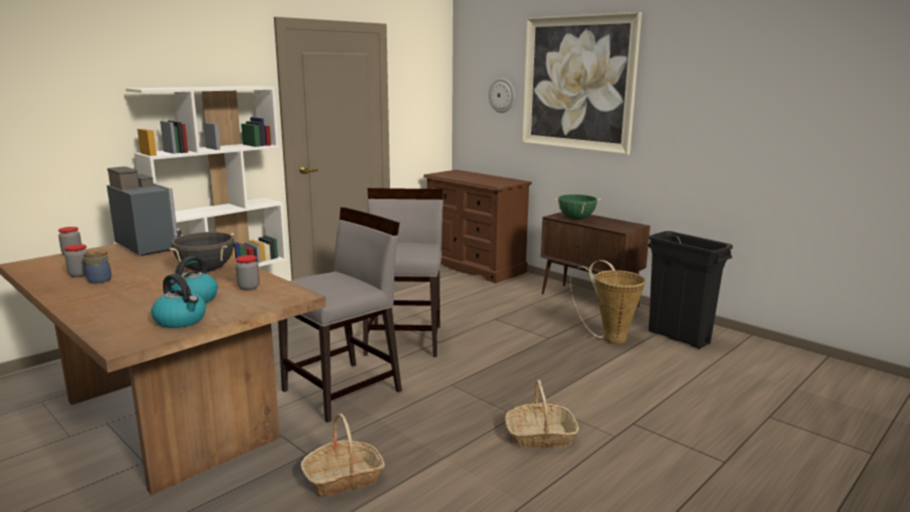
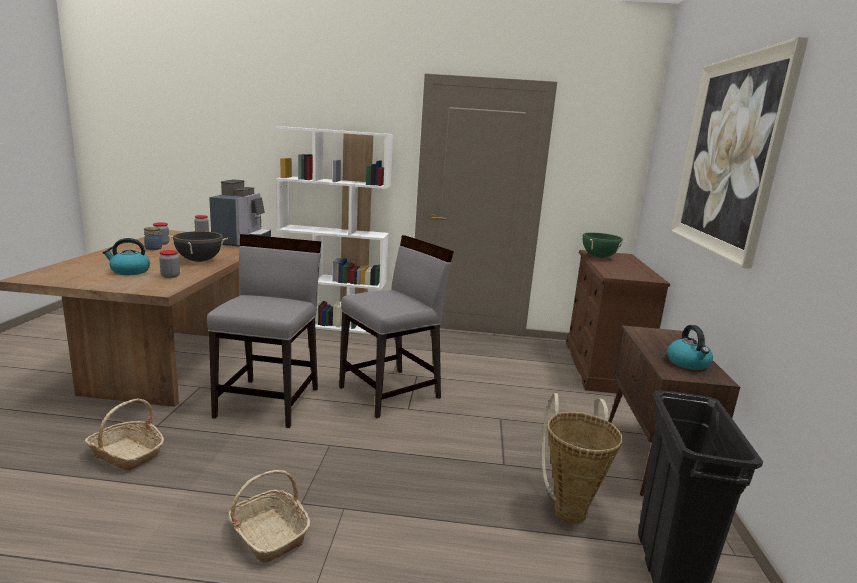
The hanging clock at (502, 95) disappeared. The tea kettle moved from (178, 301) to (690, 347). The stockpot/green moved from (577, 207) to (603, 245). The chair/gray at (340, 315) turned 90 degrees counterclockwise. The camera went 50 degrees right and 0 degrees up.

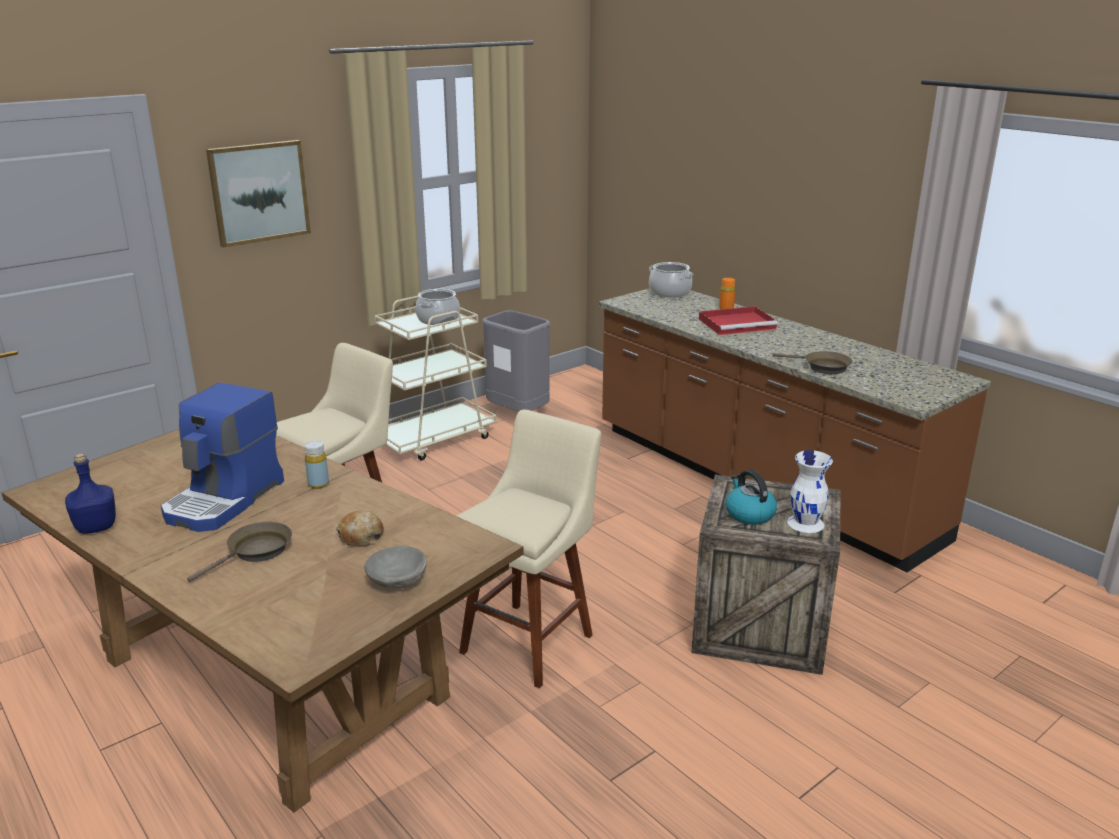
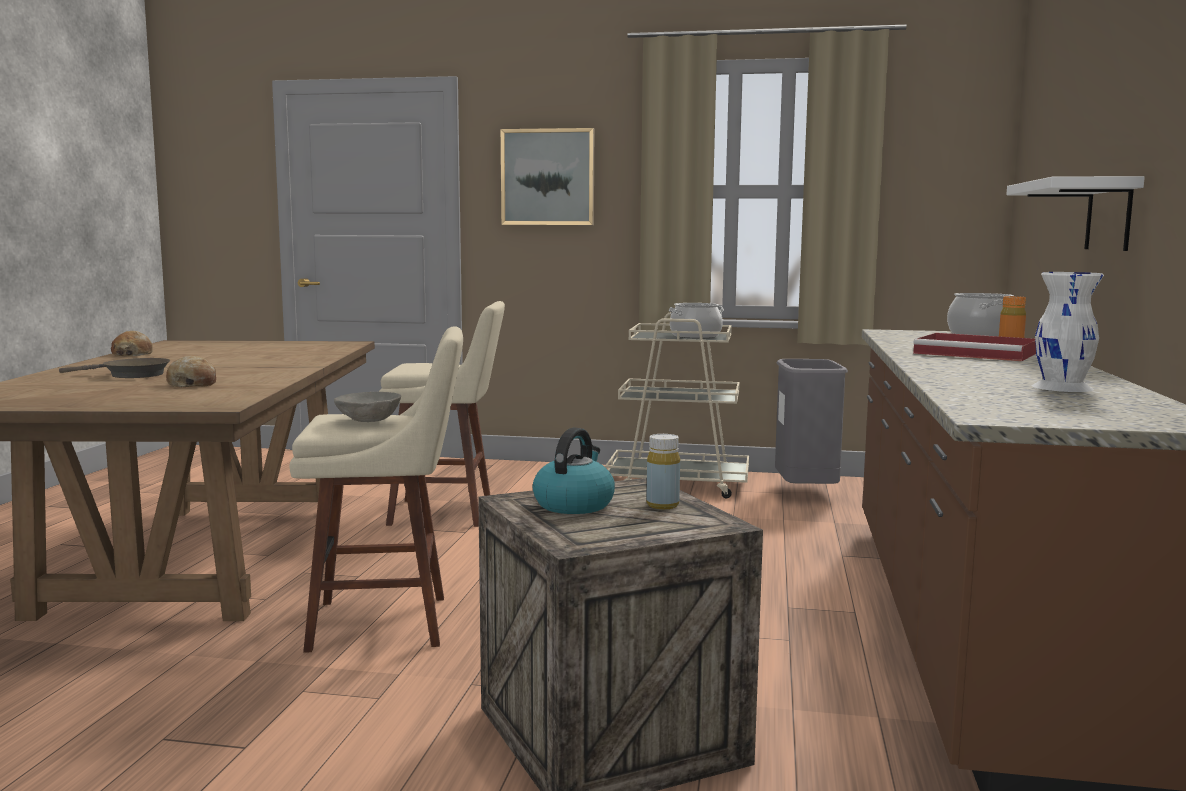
The coffee maker at (222, 457) disappeared. The pan/brownish at (812, 362) disappeared. The shelf/white at (1075, 213) appeared. The drink bottle/yellow moved from (317, 465) to (663, 471). The bowl/gray moved from (395, 567) to (367, 407). The decorative vase/white moved from (810, 491) to (1068, 332). The drink bottle/bluish at (90, 494) was replaced by the baked bread at (132, 343). The camera went 50 degrees right and 15 degrees down.

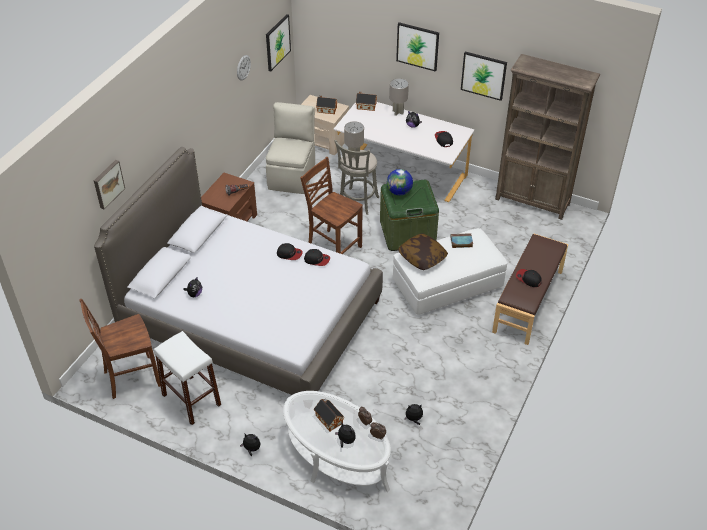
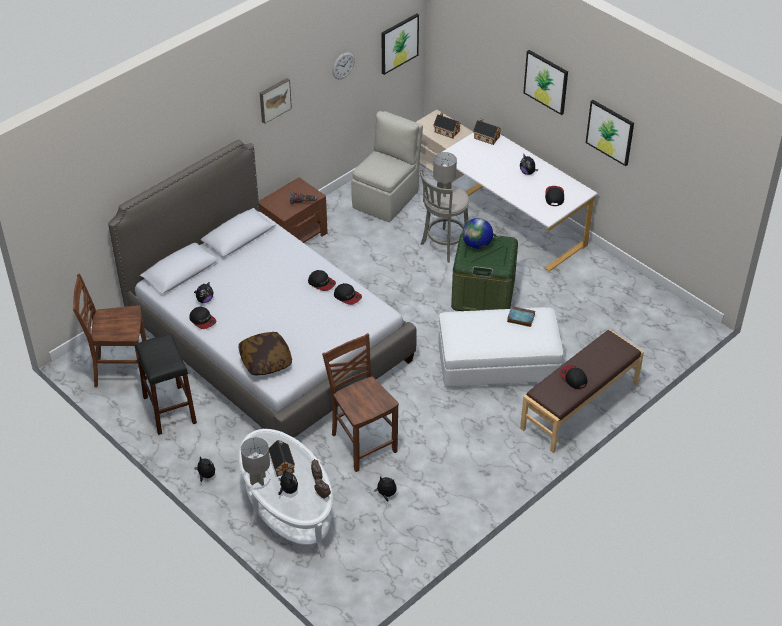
The bookshelf/brownish at (547, 137) disappeared. The peaked cap at (202, 318) appeared. The wall picture moved from (109, 184) to (276, 101). The chair/brownish moved from (331, 205) to (360, 402). The lamp for a table/gray moved from (399, 97) to (255, 461). The cushion moved from (423, 251) to (265, 353). The sitting stool/white at (187, 378) became the sitting stool/black at (166, 384). The camera went 20 degrees right and 0 degrees up.

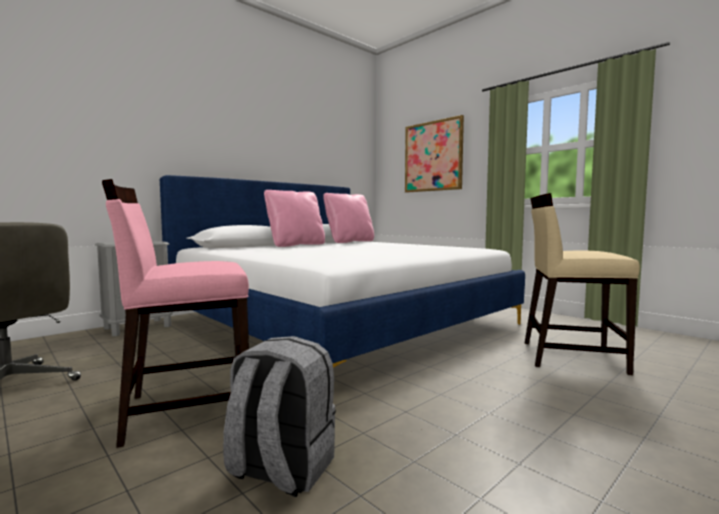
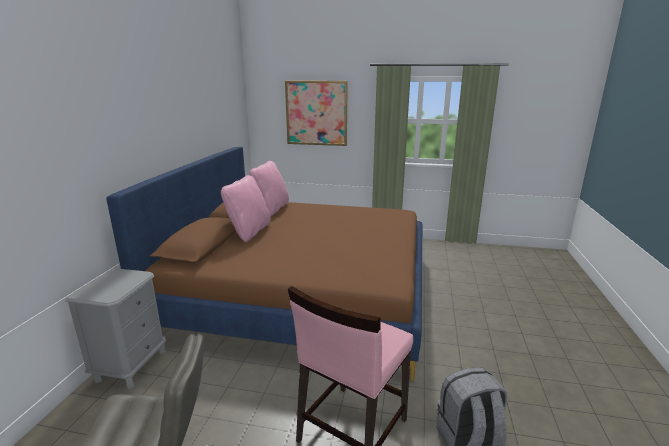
The chair/sand-coloured at (582, 284) disappeared. The bedroom bed/white at (342, 271) became the bedroom bed/brownish at (264, 264). The camera went 35 degrees left and 15 degrees up.

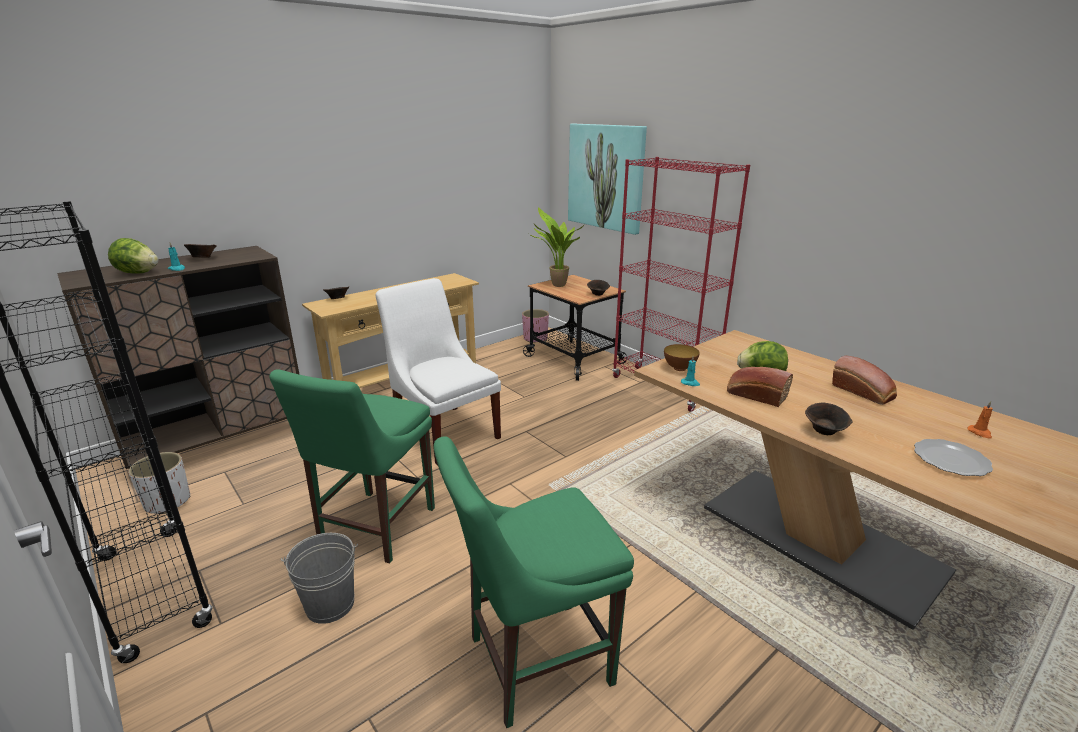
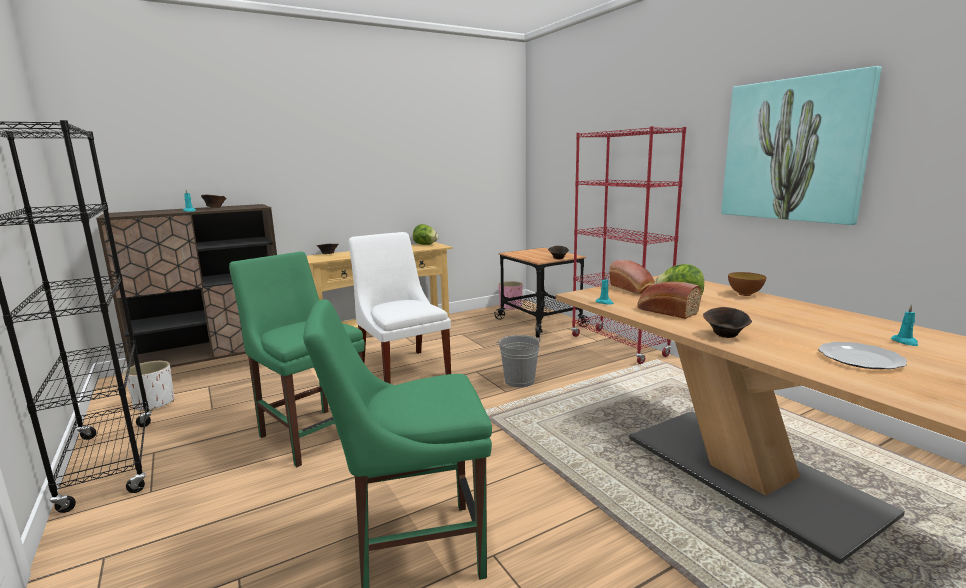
The potted plant at (557, 247) disappeared. The lettuce moved from (133, 255) to (426, 234). The bucket/gray moved from (319, 578) to (519, 361). The wall picture moved from (607, 179) to (801, 145). The bowl moved from (682, 357) to (747, 284). The baked bread moved from (864, 380) to (632, 277). The wax light/orange at (980, 420) became the wax light/blue-green at (904, 325). The chair/green at (352, 466) turned 105 degrees clockwise. The camera went 10 degrees right and 10 degrees down.

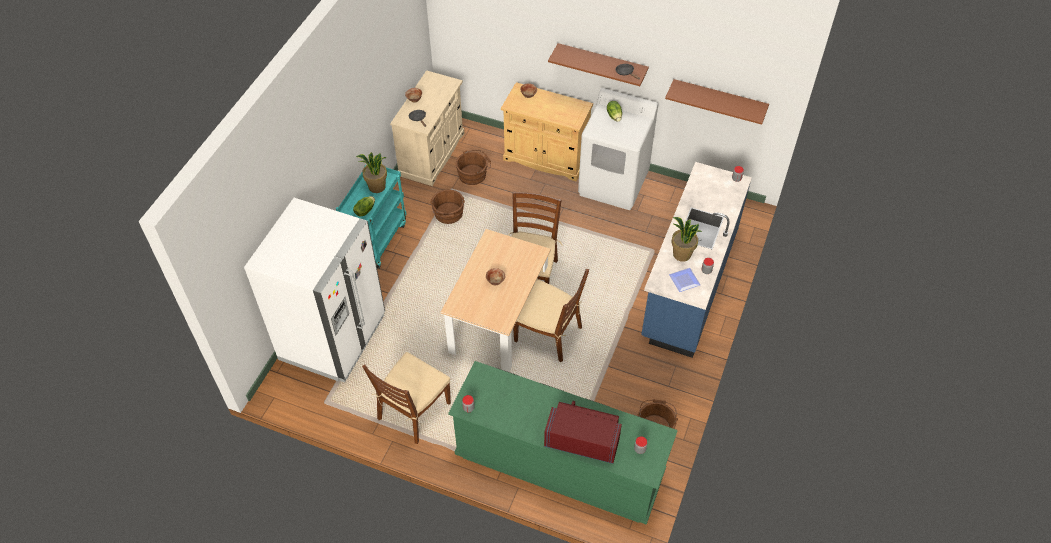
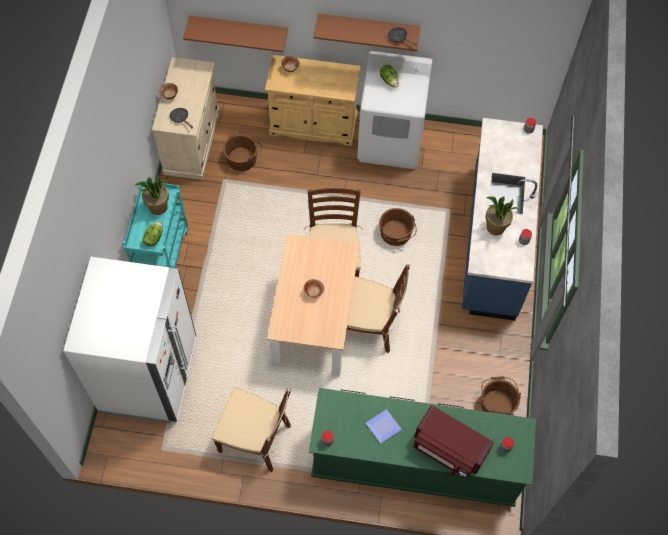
The bucket/brownish moved from (447, 206) to (398, 227). The shelf/brownish moved from (717, 102) to (235, 33). The flat dish moved from (684, 280) to (384, 426). The chair/brownish at (406, 398) turned 90 degrees counterclockwise. The microwave/red-coloured at (583, 432) turned 150 degrees counterclockwise. The camera went 15 degrees left and 10 degrees up.

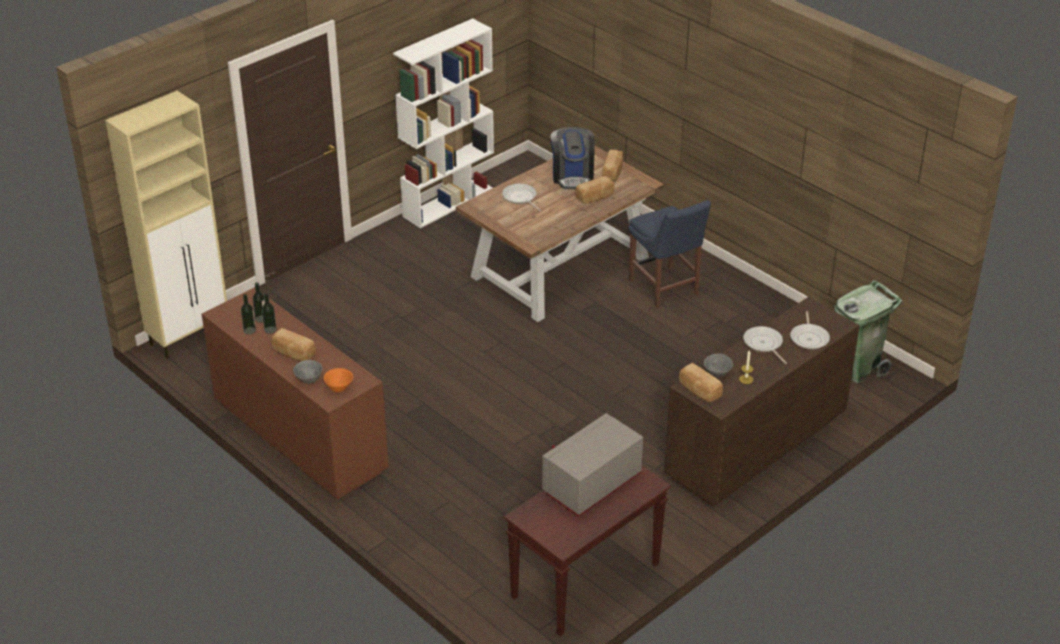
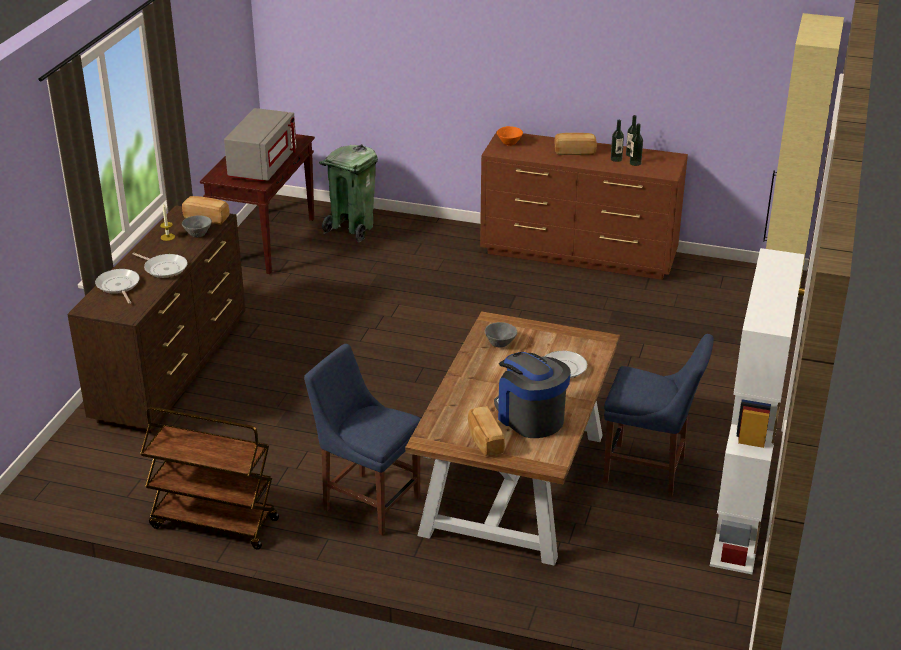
The baked bread at (595, 190) disappeared. The cart/brownish at (209, 478) appeared. The chair/bluish at (658, 415) appeared. The bowl/gray moved from (308, 372) to (501, 335). The rubbish bin/green moved from (868, 331) to (348, 193). The camera went 150 degrees right and 5 degrees down.

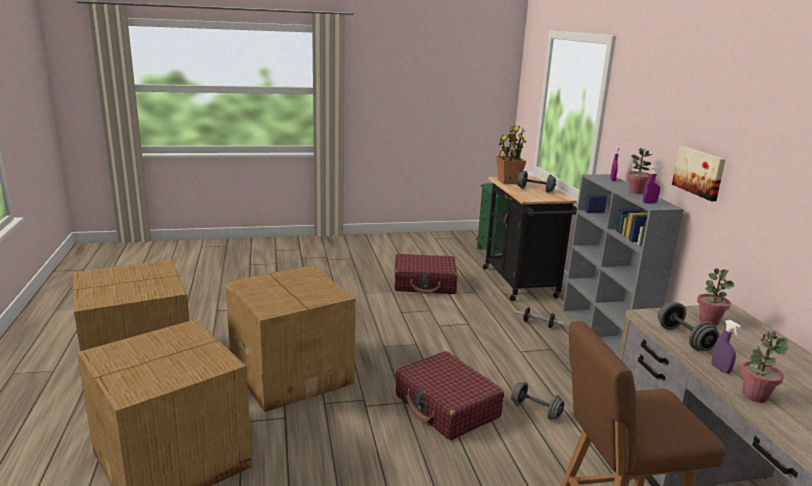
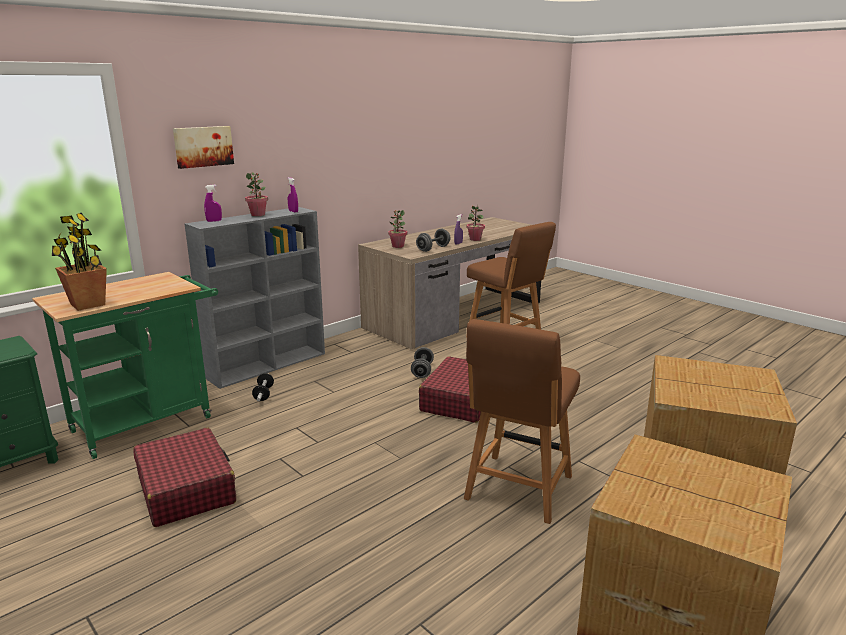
The free weight/gray at (536, 182) disappeared. The wall picture moved from (699, 173) to (203, 147). The packing box at (290, 338) was replaced by the chair/brownish at (522, 421). The cart/black at (530, 238) became the cart/green at (125, 365). The camera went 120 degrees left and 0 degrees up.

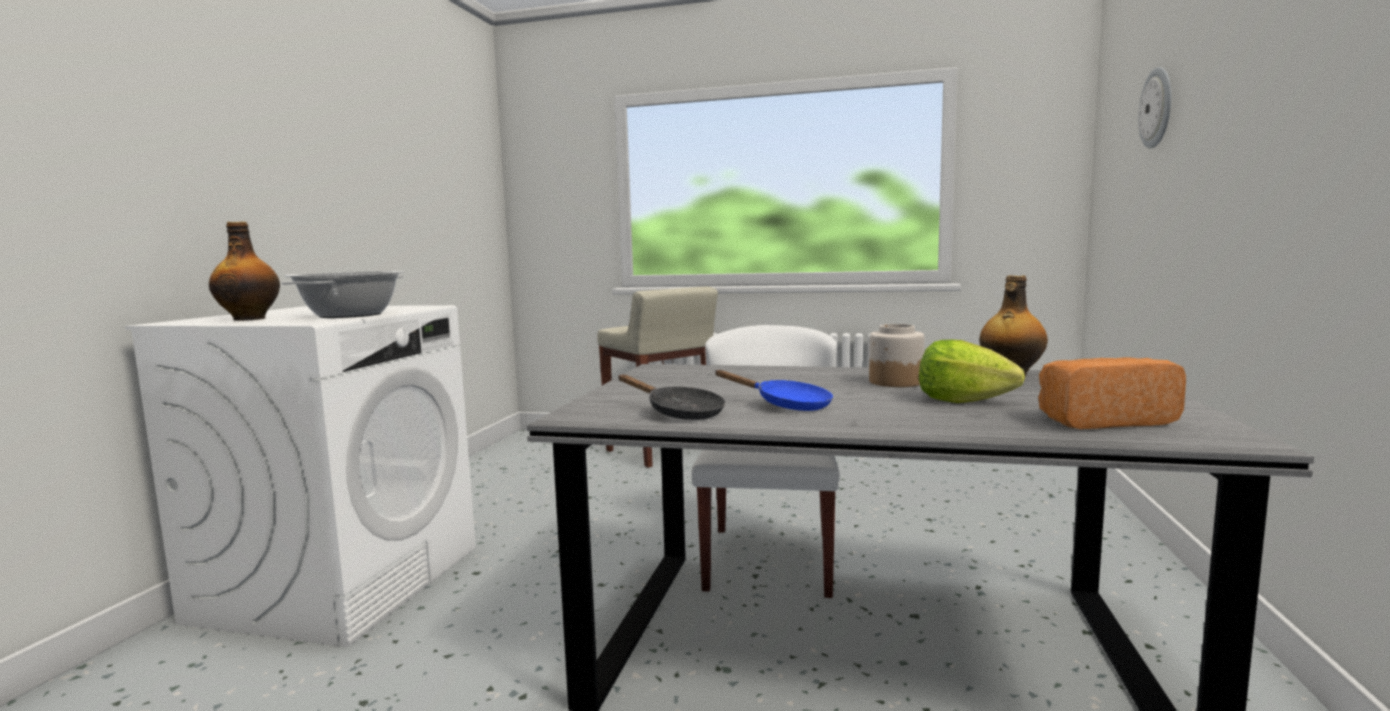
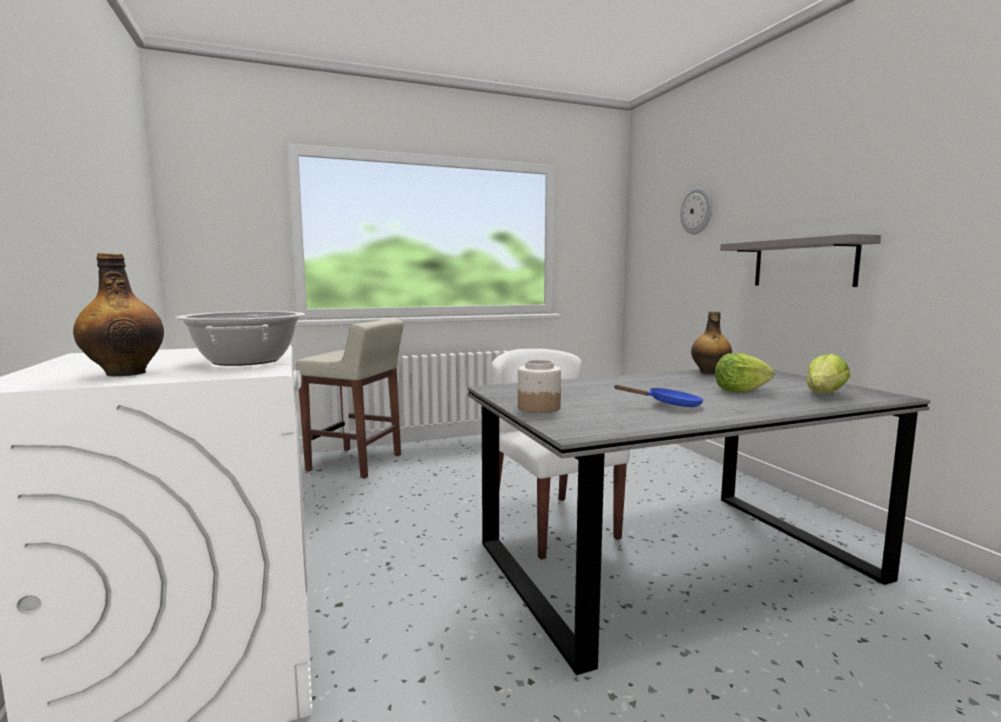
The pan/black at (671, 397) disappeared. The shelf/gray at (800, 260) appeared. The jar moved from (897, 355) to (539, 386). The baked bread at (1112, 393) was replaced by the lettuce at (828, 373). The camera went 35 degrees left and 0 degrees up.

